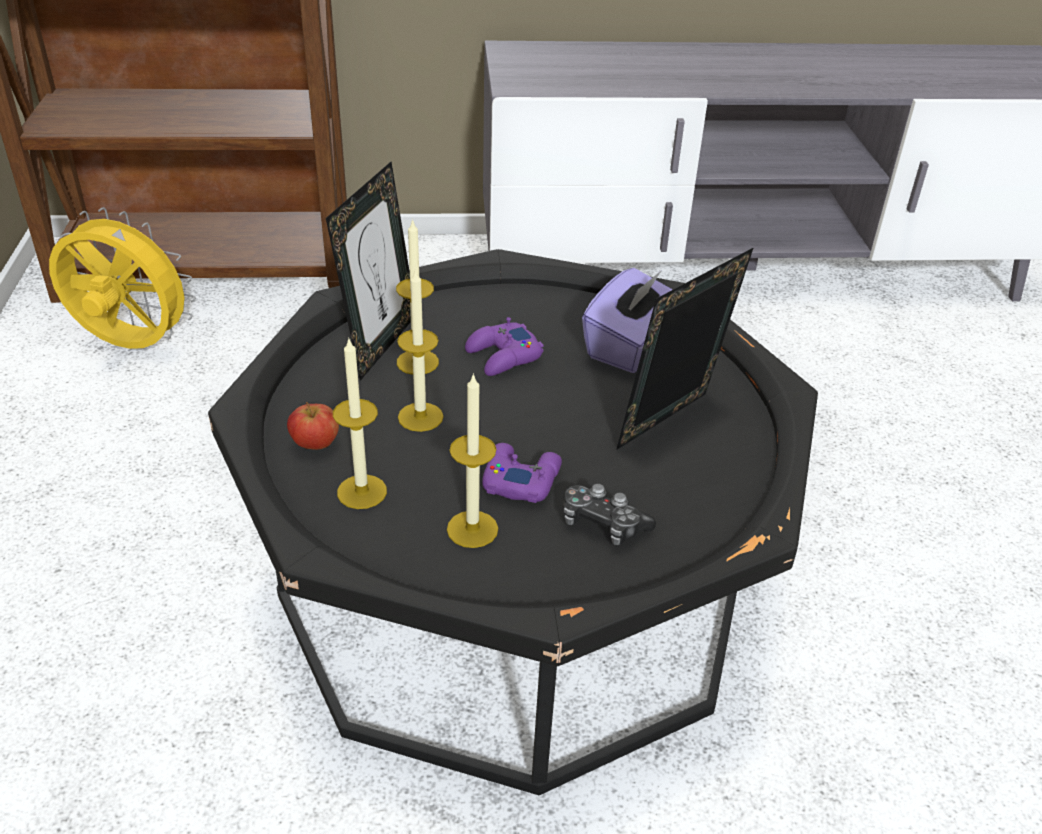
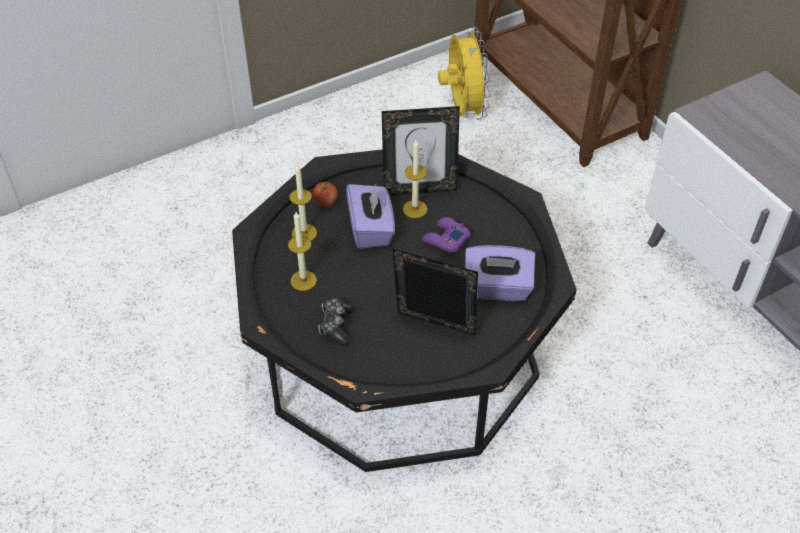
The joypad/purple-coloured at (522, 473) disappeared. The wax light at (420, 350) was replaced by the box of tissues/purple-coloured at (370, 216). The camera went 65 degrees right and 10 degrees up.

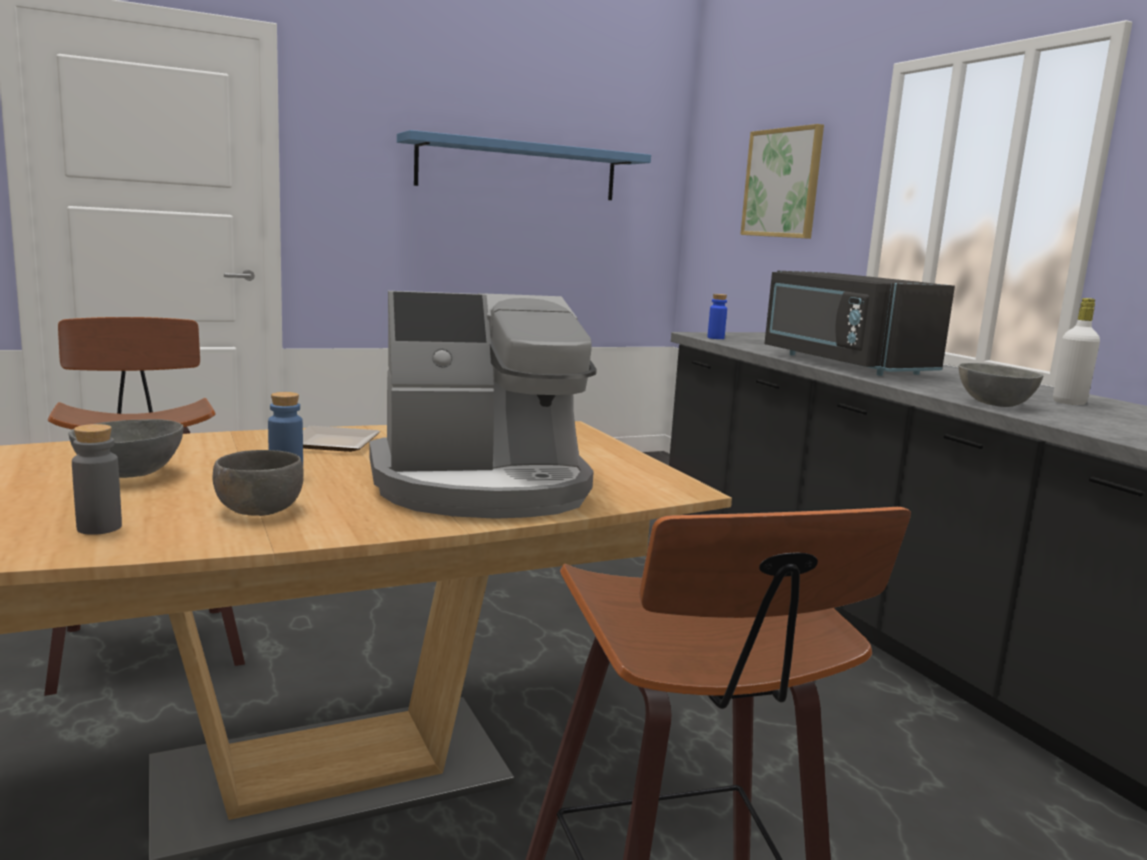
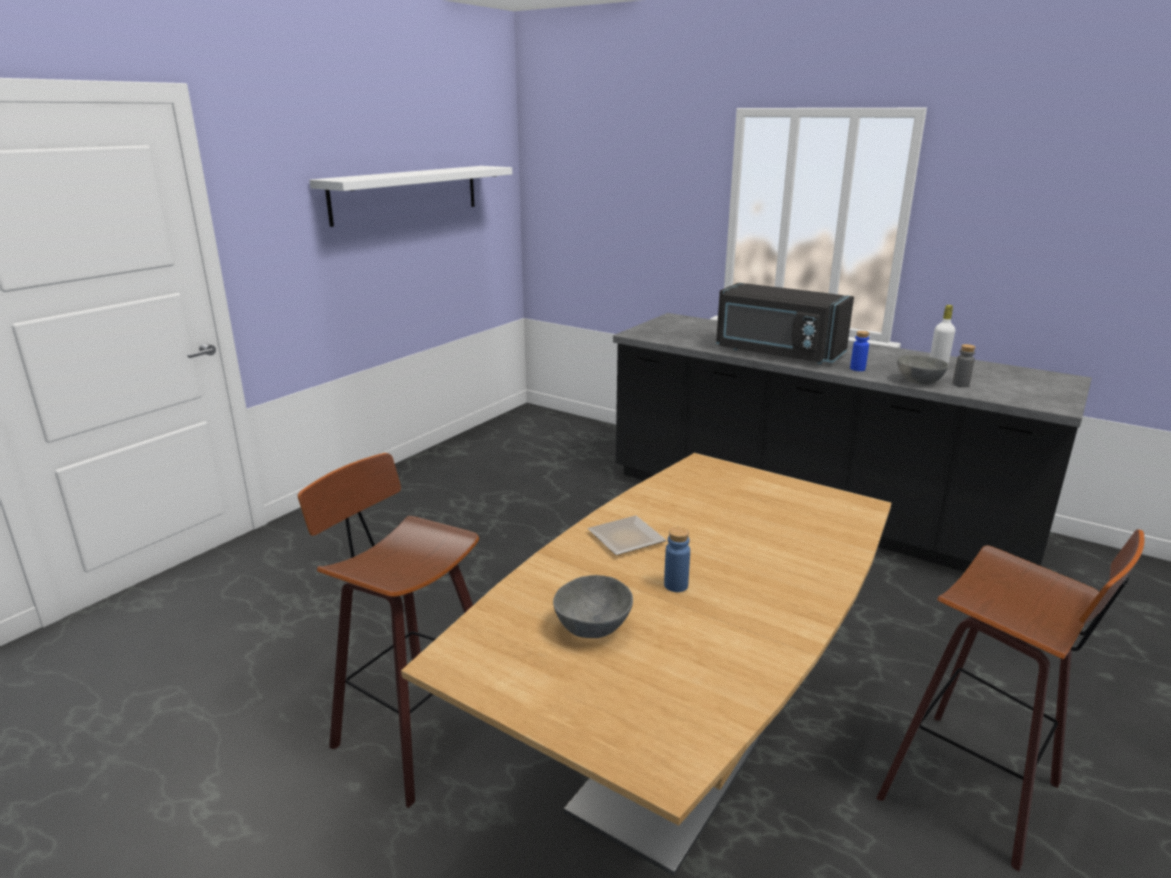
The bowl/gray at (258, 483) disappeared. The coffee maker at (483, 405) disappeared. The wall picture at (782, 181) disappeared. The drink bottle/gray moved from (97, 479) to (963, 365). The drink bottle/bluish moved from (717, 316) to (859, 351). The shelf/bluish at (524, 165) became the shelf/white at (410, 196). The camera went 30 degrees left and 10 degrees up.

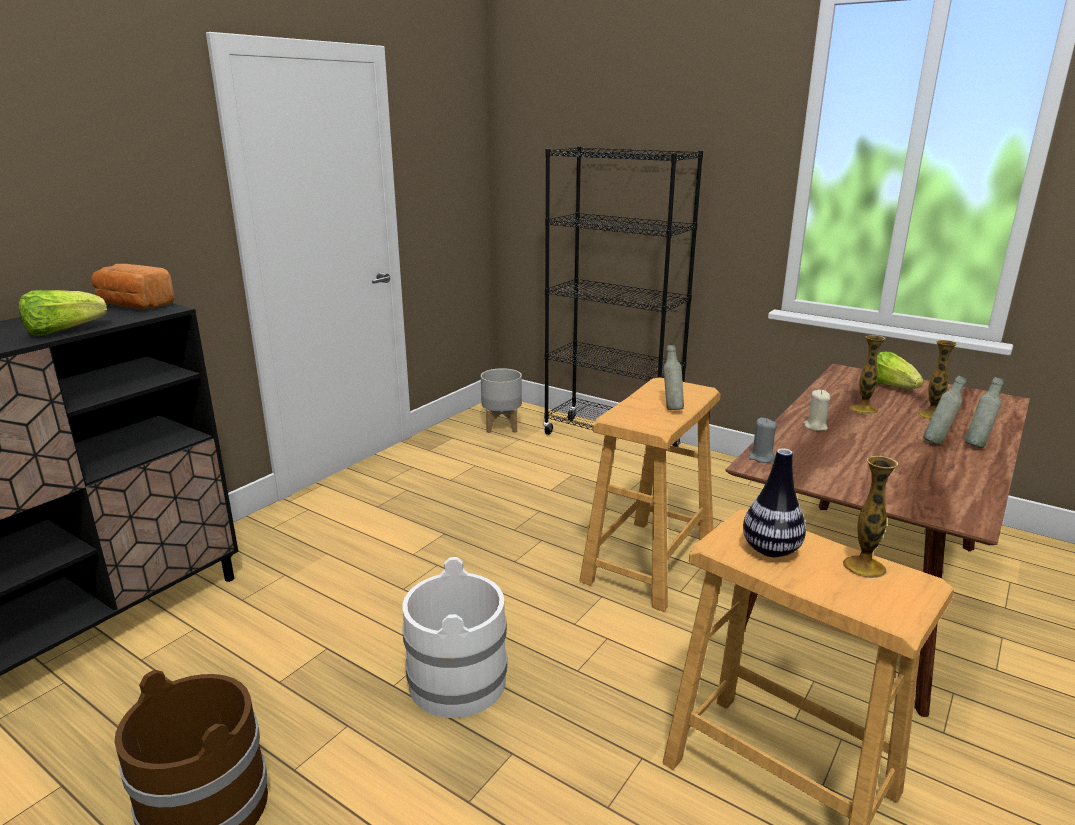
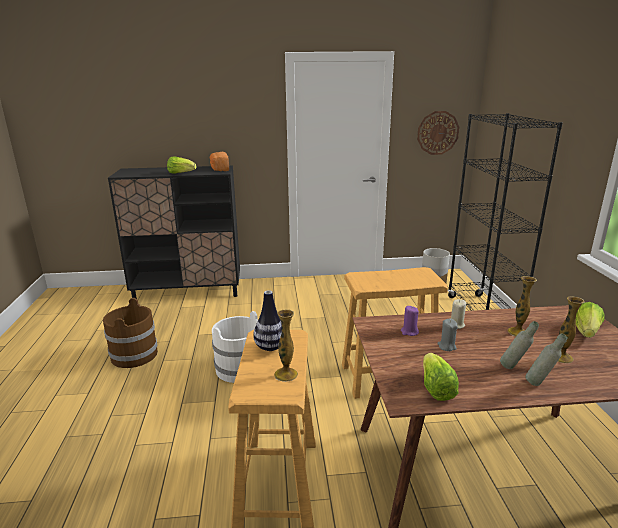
The drink bottle/gray at (674, 377) disappeared. The wax light/purple-coloured at (410, 321) appeared. The hanging clock at (438, 133) appeared. The lettuce at (441, 377) appeared. The wax light/gray moved from (762, 440) to (447, 335). The camera went 50 degrees right and 0 degrees up.

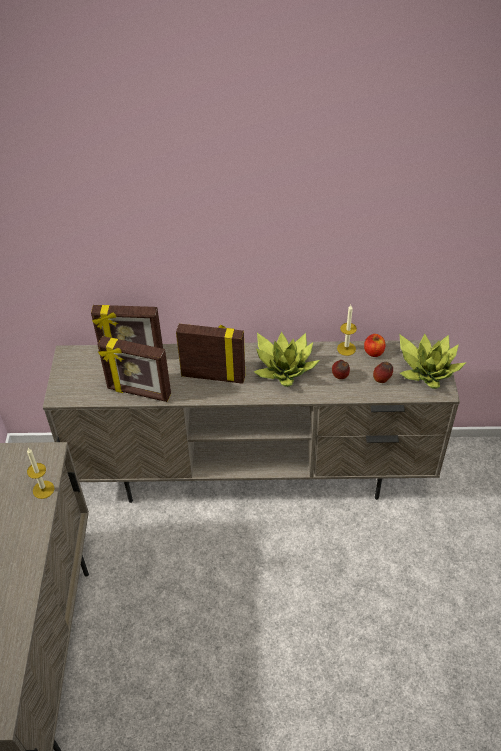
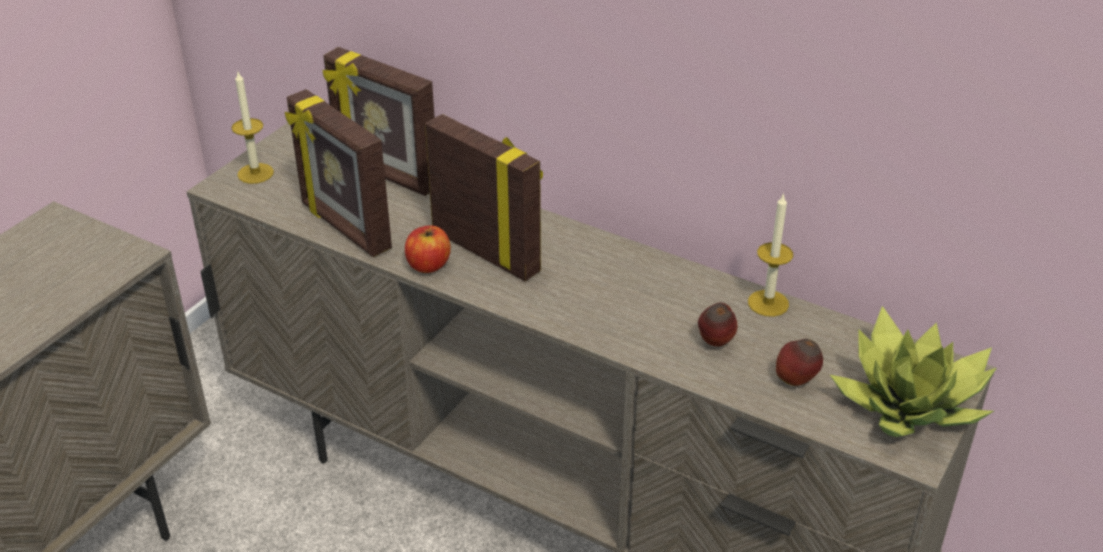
The potted plant at (287, 359) disappeared. The wax light moved from (40, 473) to (252, 128). The apple fruit moved from (374, 345) to (428, 249). The camera went 30 degrees right and 10 degrees down.

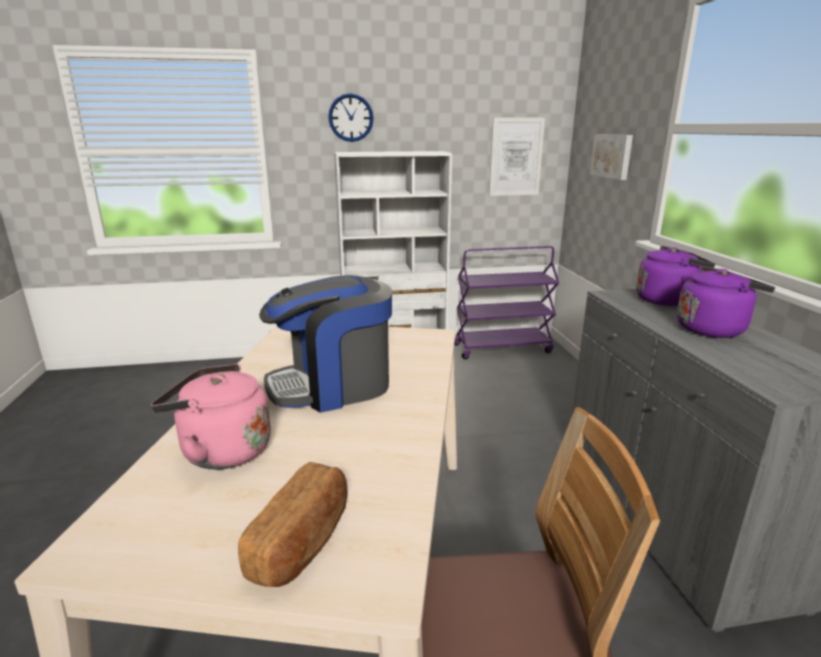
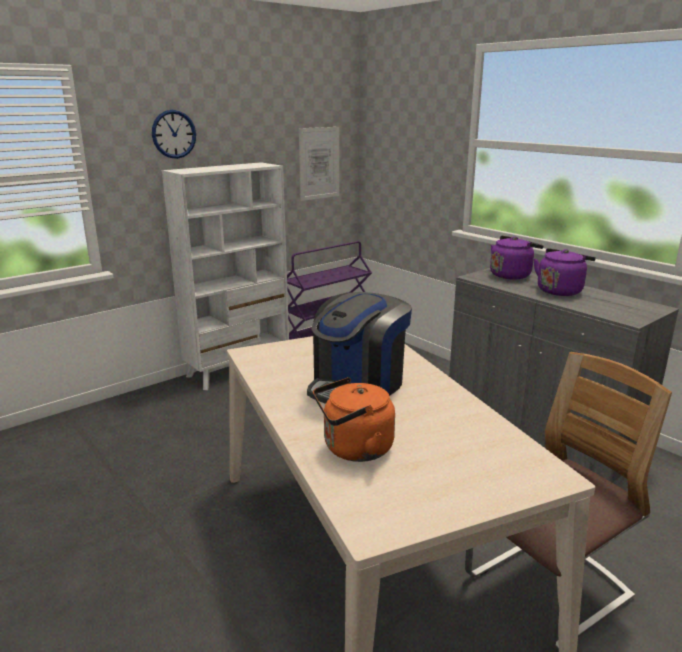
The baked bread at (292, 524) disappeared. The wall picture at (611, 157) disappeared. The tea kettle/pink-coloured at (211, 416) became the tea kettle/orange at (354, 419). The camera went 30 degrees left and 0 degrees up.

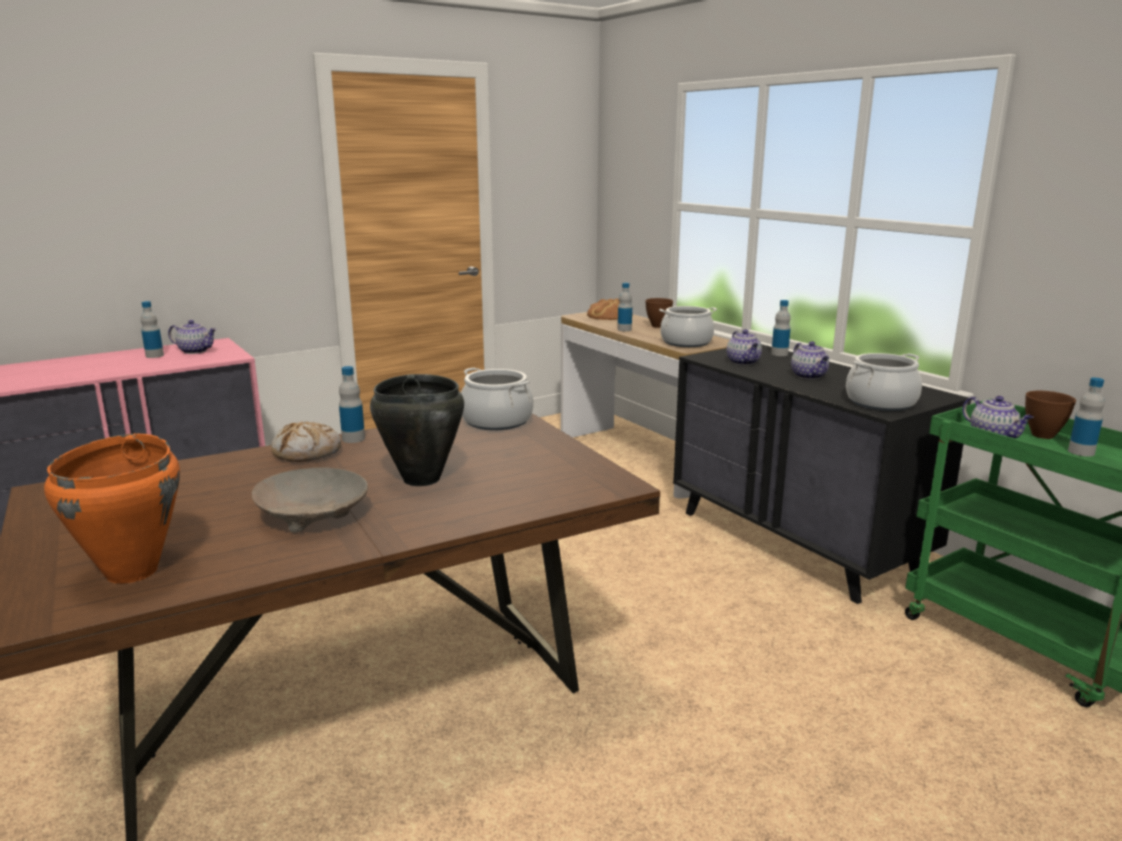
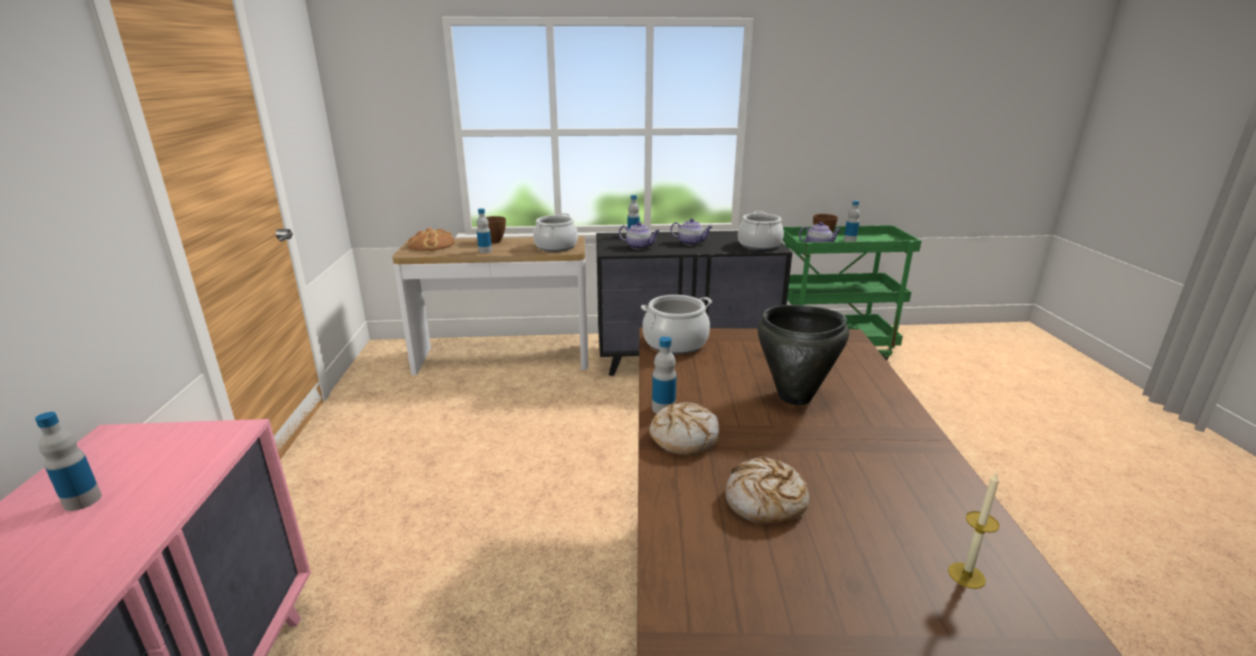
The pot for tea at (192, 337) disappeared. The bowl/sand-coloured at (310, 500) disappeared. The baked bread at (767, 490) appeared. The stockpot/orange at (112, 508) was replaced by the wax light at (974, 531). The camera went 60 degrees left and 5 degrees up.

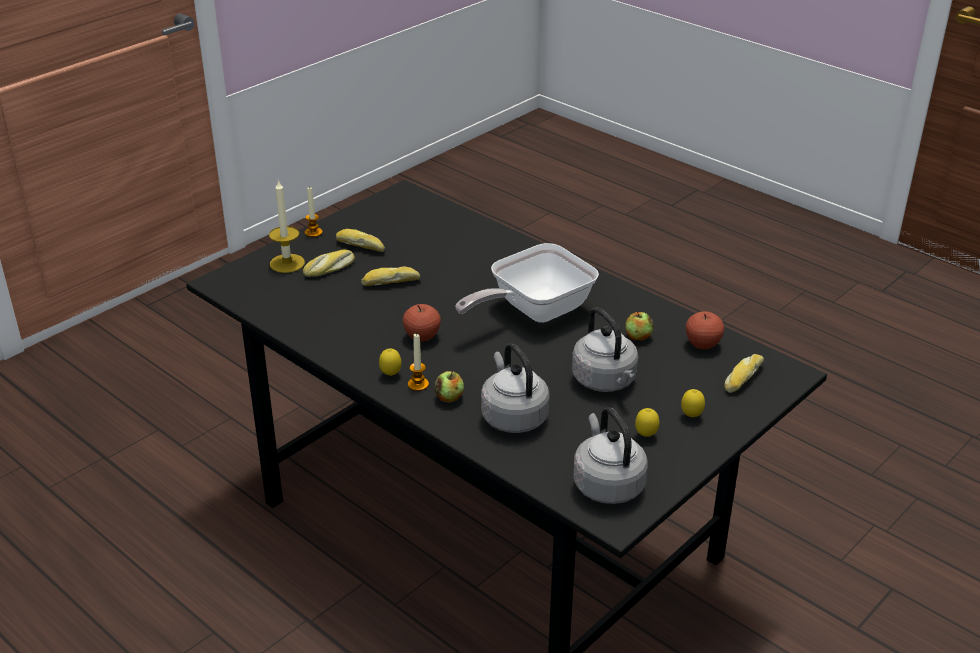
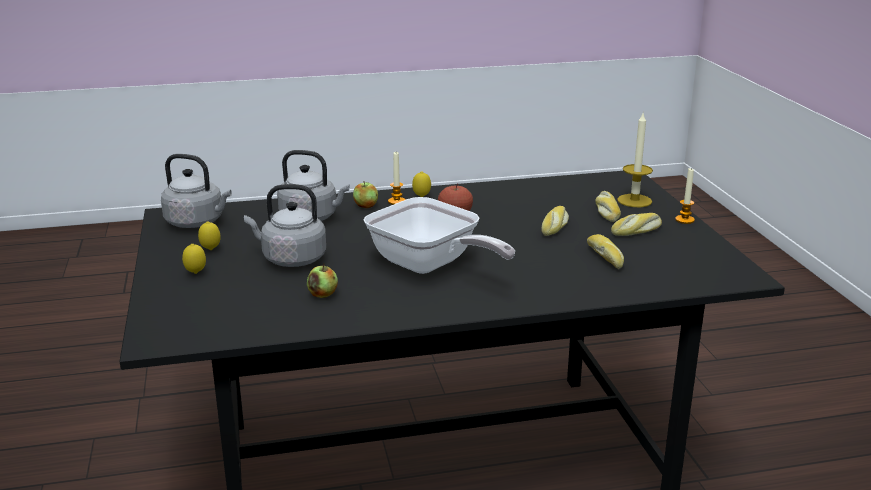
The apple fruit at (705, 330) disappeared. The baked bread moved from (744, 373) to (605, 251). The pan at (527, 283) turned 135 degrees clockwise. The camera went 125 degrees right and 10 degrees down.

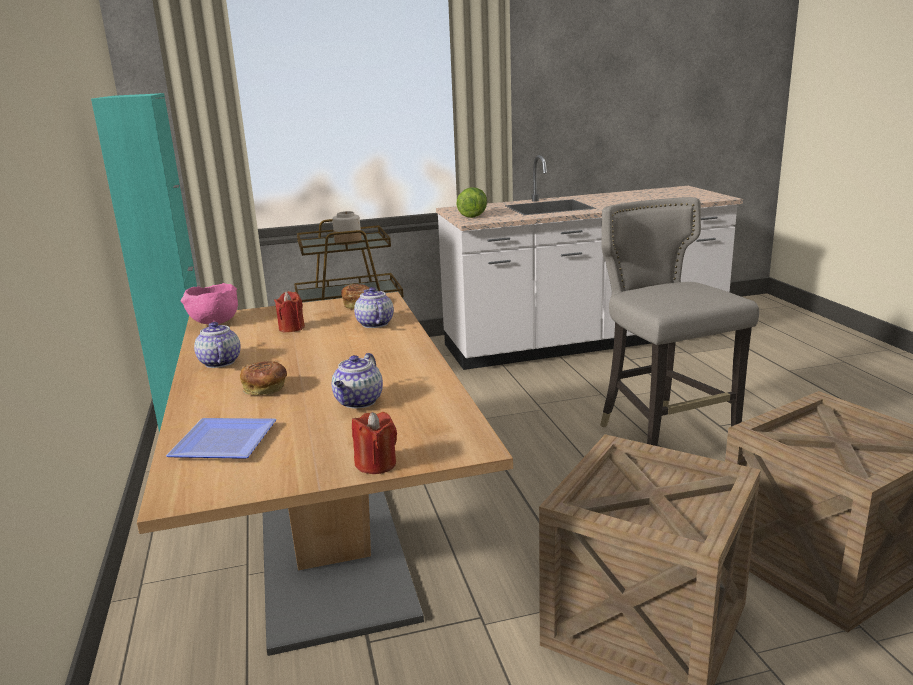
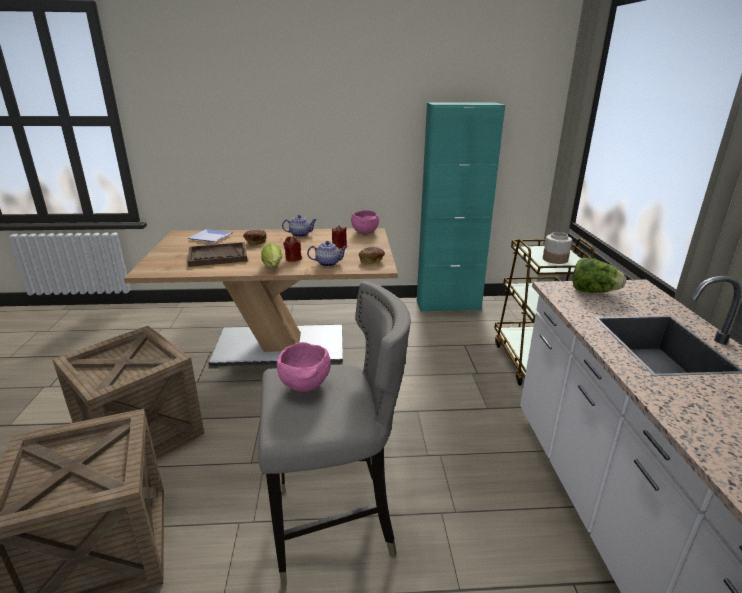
The lettuce at (271, 255) appeared. The bowl/pink-coloured at (304, 367) appeared. The wax light/red-coloured moved from (374, 443) to (292, 249). The pot for tea at (357, 380) was replaced by the tray/brownish at (217, 254). The camera went 100 degrees right and 5 degrees up.

